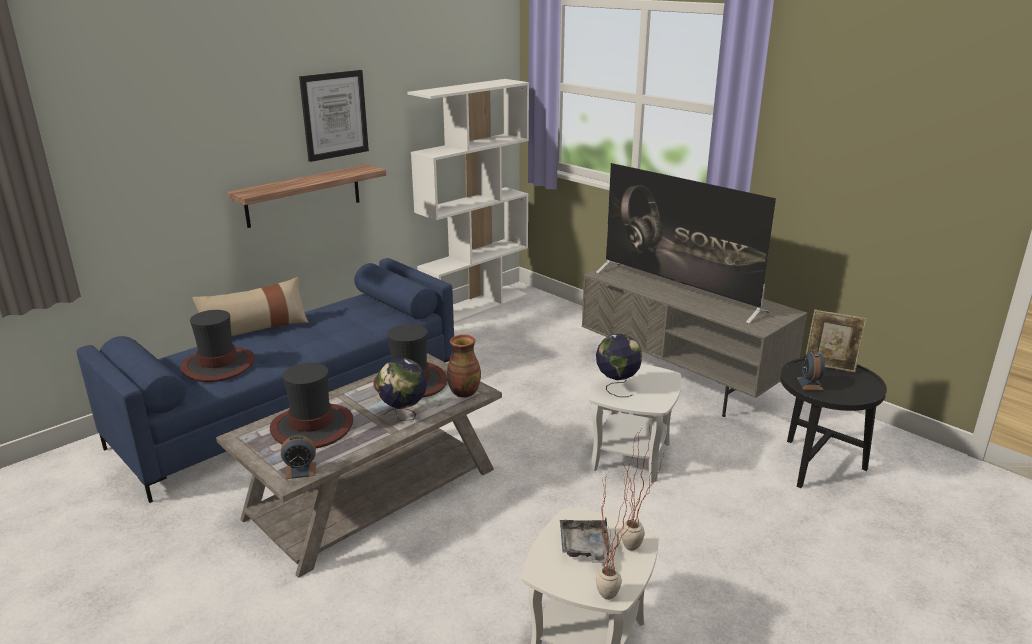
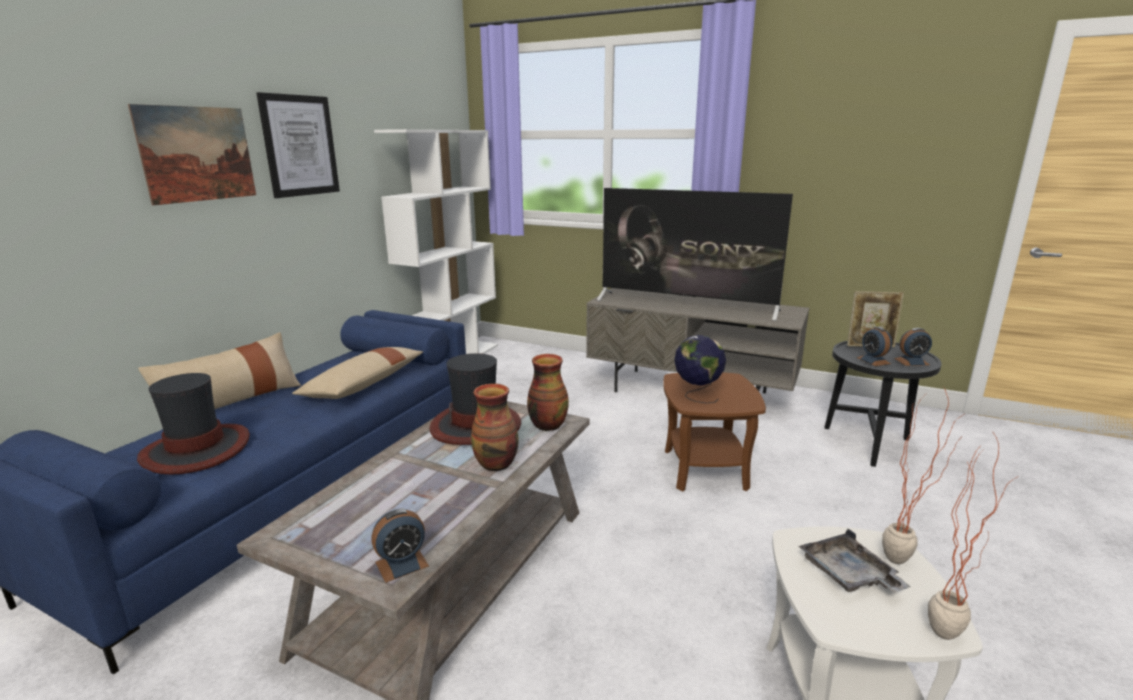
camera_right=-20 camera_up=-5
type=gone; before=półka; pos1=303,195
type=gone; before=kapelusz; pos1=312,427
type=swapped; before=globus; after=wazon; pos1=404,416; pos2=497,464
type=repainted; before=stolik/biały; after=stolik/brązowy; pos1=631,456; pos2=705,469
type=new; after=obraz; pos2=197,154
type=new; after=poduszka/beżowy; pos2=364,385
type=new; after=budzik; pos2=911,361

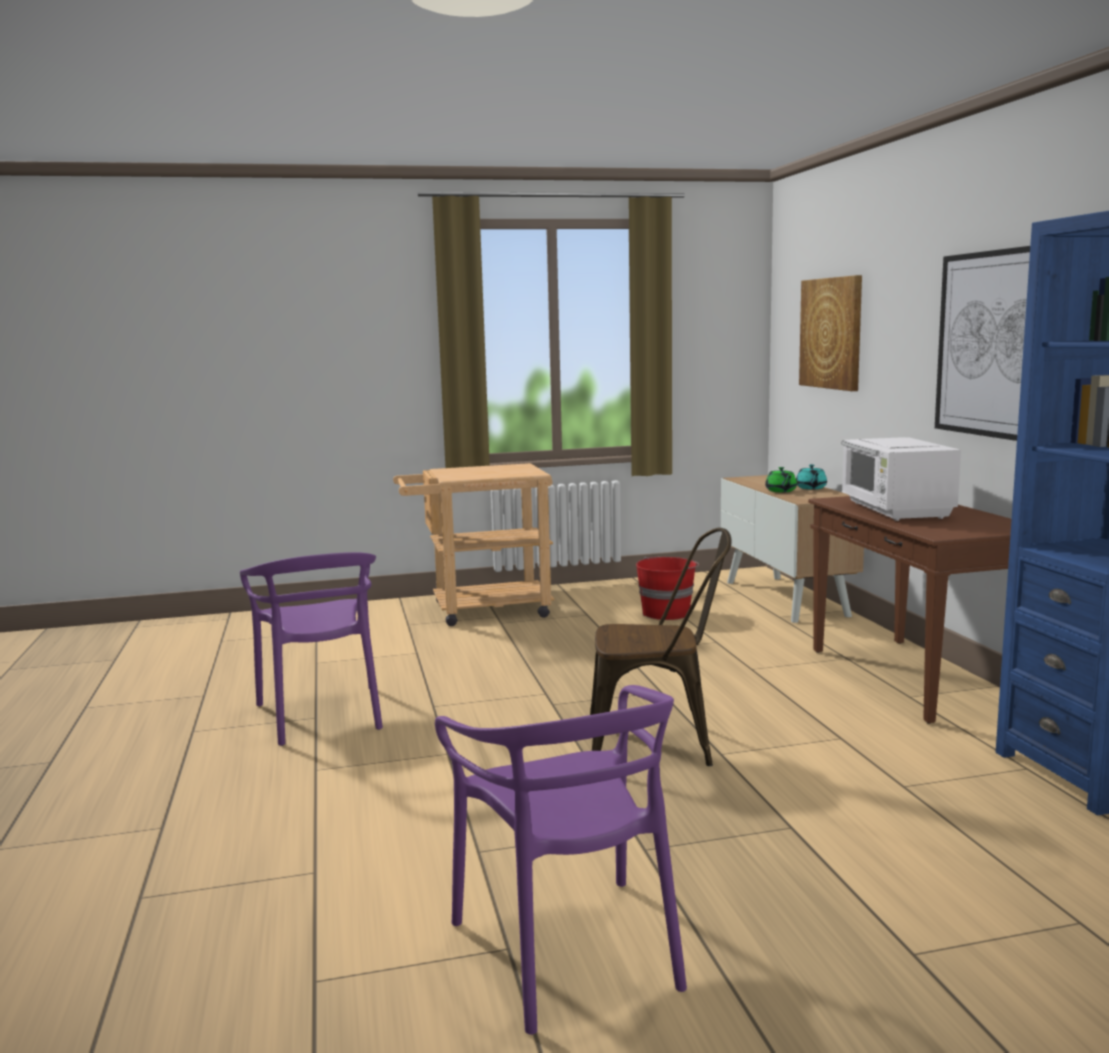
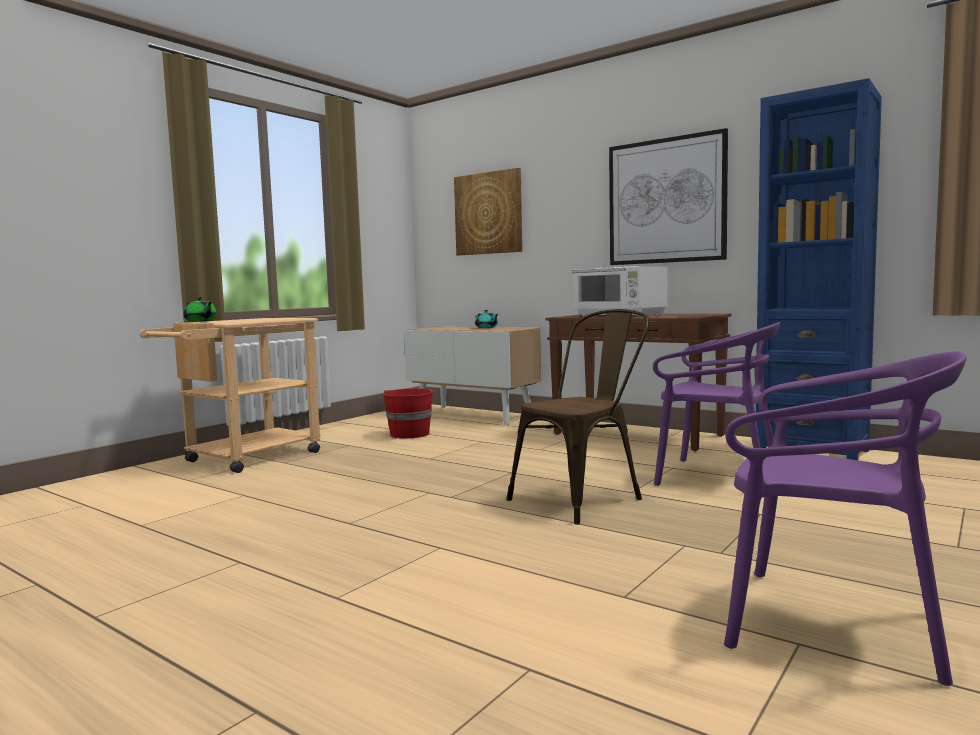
camera_right=-40 camera_up=-5
type=shifted; before=krzesło/fioletowy; pos1=323,715; pos2=716,477
type=shifted; before=imbryk/zielony; pos1=781,491; pos2=201,321

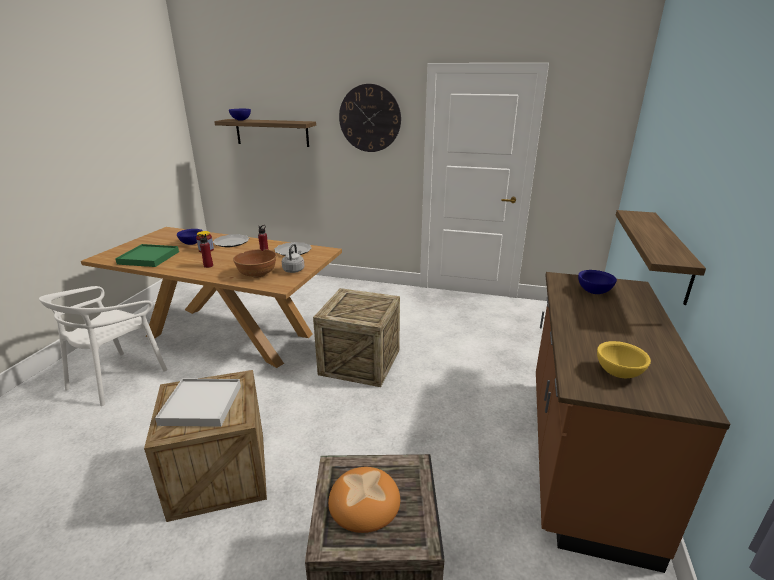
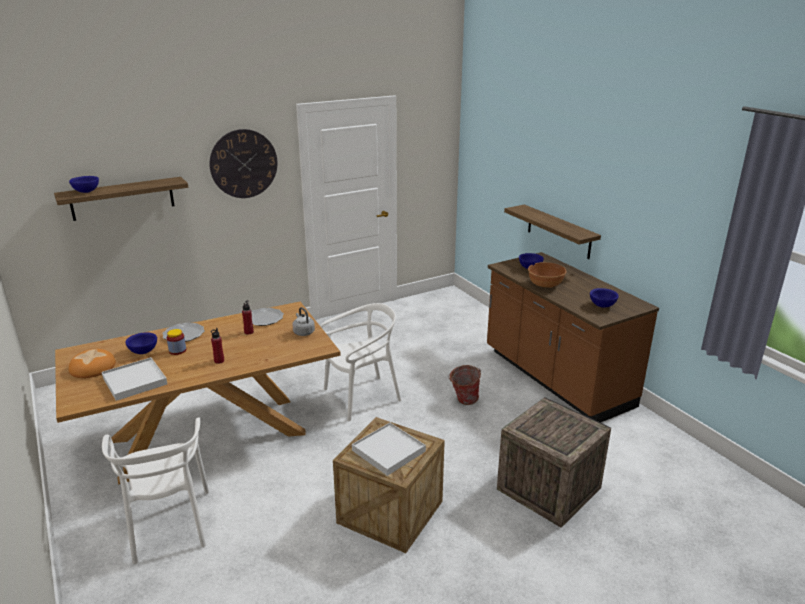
camera_right=-45 camera_up=0
type=repainted; before=taca/zielony; after=taca/biały; pos1=149,258; pos2=135,381
type=shifted; before=miska/brązowy; pos1=257,274; pos2=545,285
type=swapped; before=skrzynka; after=krzesło/biały; pos1=360,362; pos2=362,397
type=shifted; before=chleb; pos1=365,502; pos2=93,367
type=repainted; before=miska/żółty; after=miska/niebieski; pos1=617,373; pos2=602,306
type=new; after=wiadro; pos2=463,401

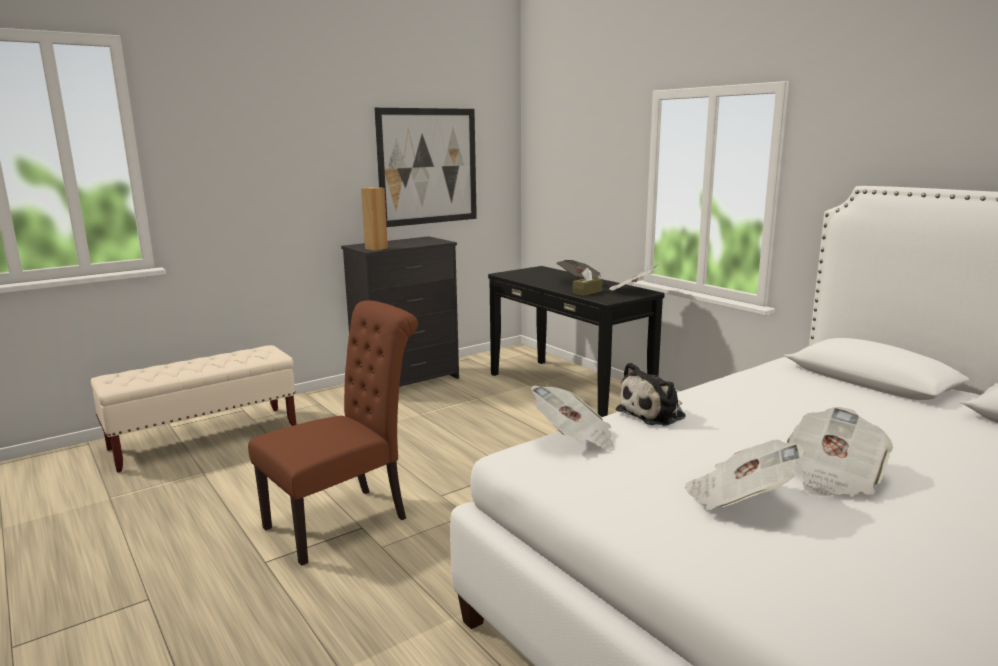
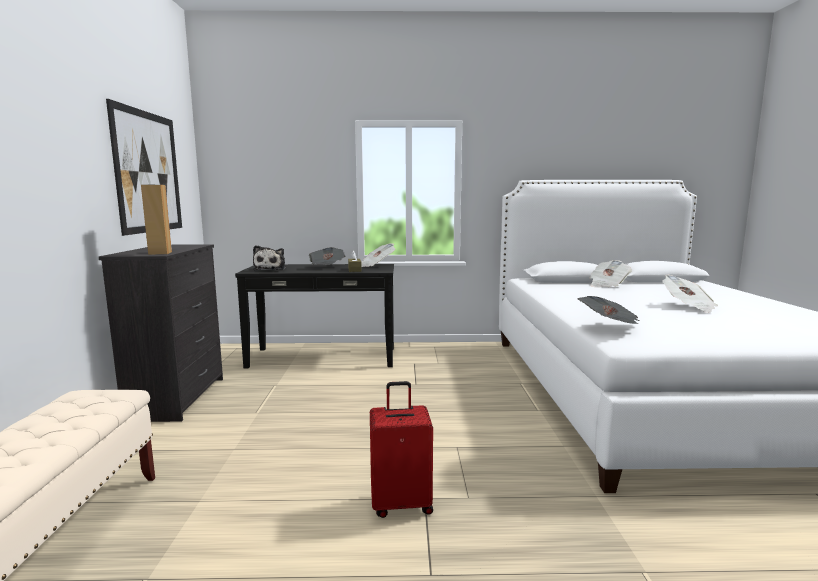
camera_right=-55 camera_up=-5
type=swapped; before=krzesło/brązowy; after=walizka/czerwony; pos1=344,520; pos2=401,503
type=shifted; before=pluszak; pos1=654,413; pos2=271,269
type=shifted; before=gazeta; pos1=738,499; pos2=607,285

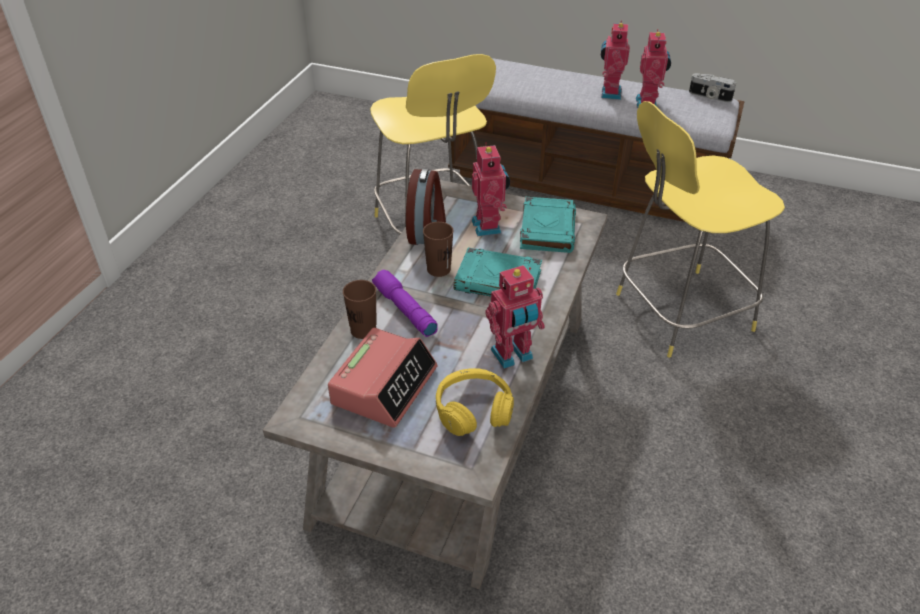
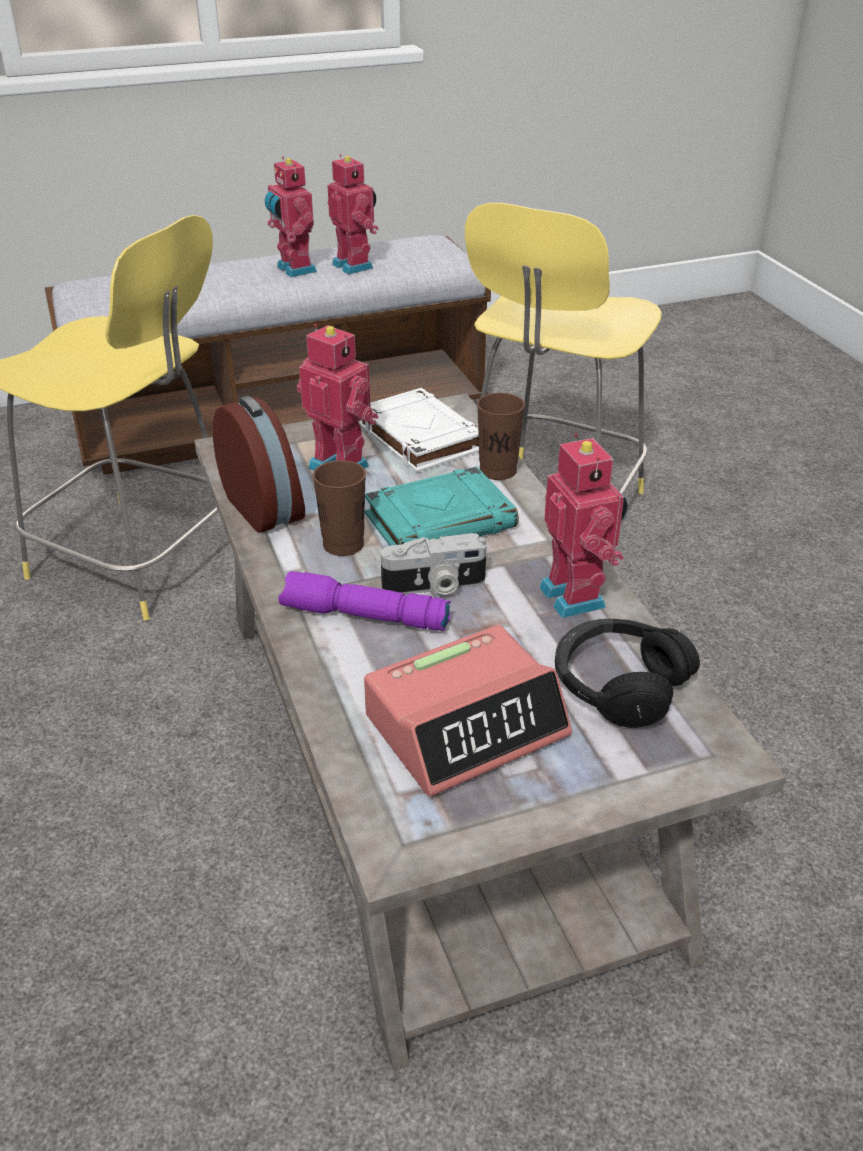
camera_right=-40 camera_up=-5
type=rotated; before=budzik; pos1=384,385; pos2=467,725; turn=75
type=shifted; before=filiżanka/brązowy; pos1=363,330; pos2=498,470
type=repainted; before=słuchawki/żółty; after=słuchawki/czarny; pos1=473,410; pos2=618,685
type=rotated; before=robot zabawkowy; pos1=513,356; pos2=576,596; turn=-45
type=repainted; before=książka/turkusowy; after=książka/biały; pos1=547,229; pos2=419,437
type=shifted; before=aparat fotograficzny; pos1=709,97; pos2=434,586

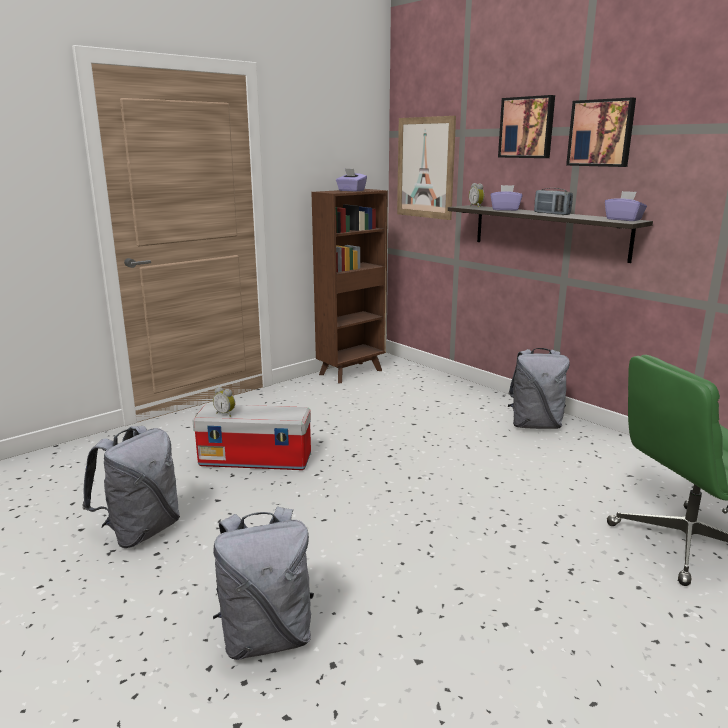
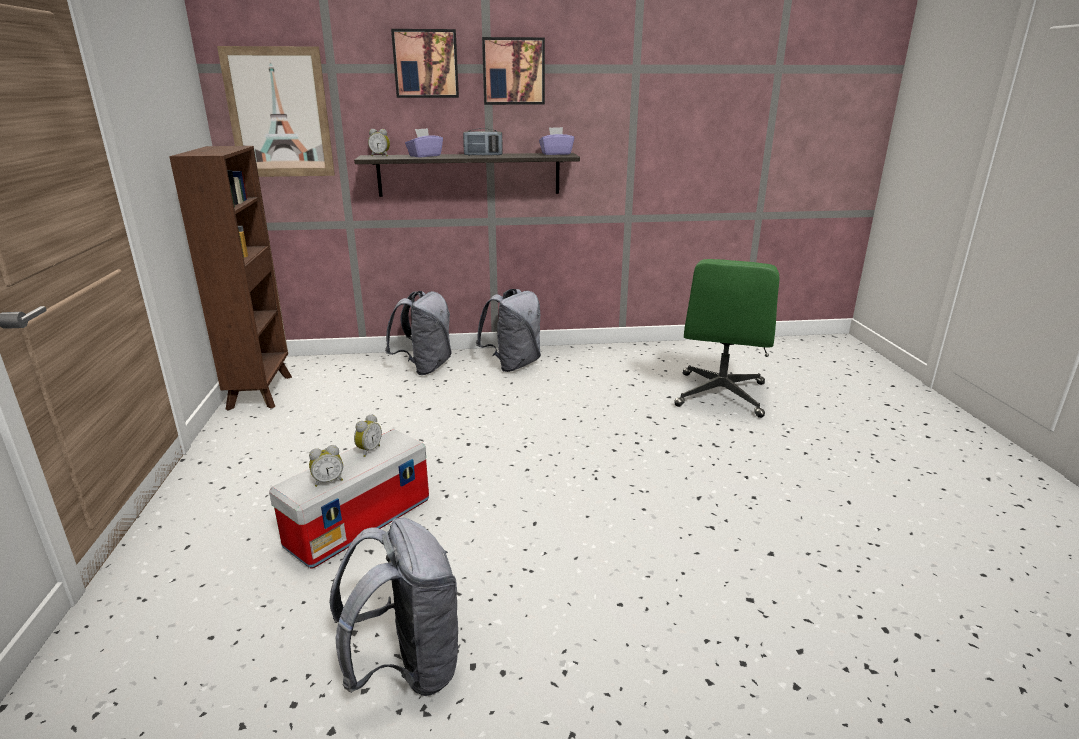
camera_right=-55 camera_up=5
type=shifted; before=plecak/szary; pos1=266,637; pos2=425,367
type=gone; before=pudełko chusteczek/fioletowy; pos1=351,191
type=new; after=budzik; pos2=368,450

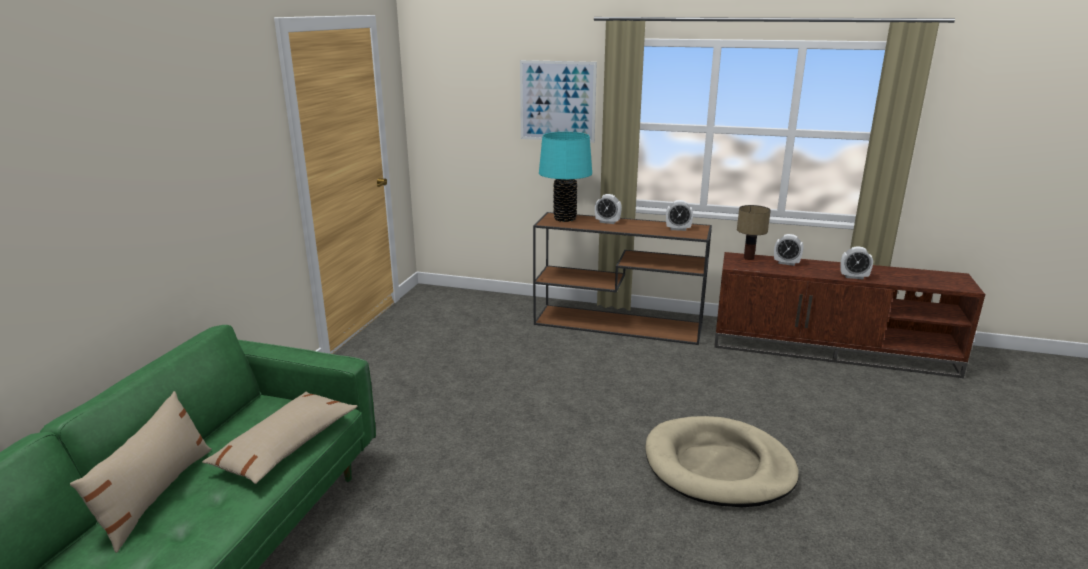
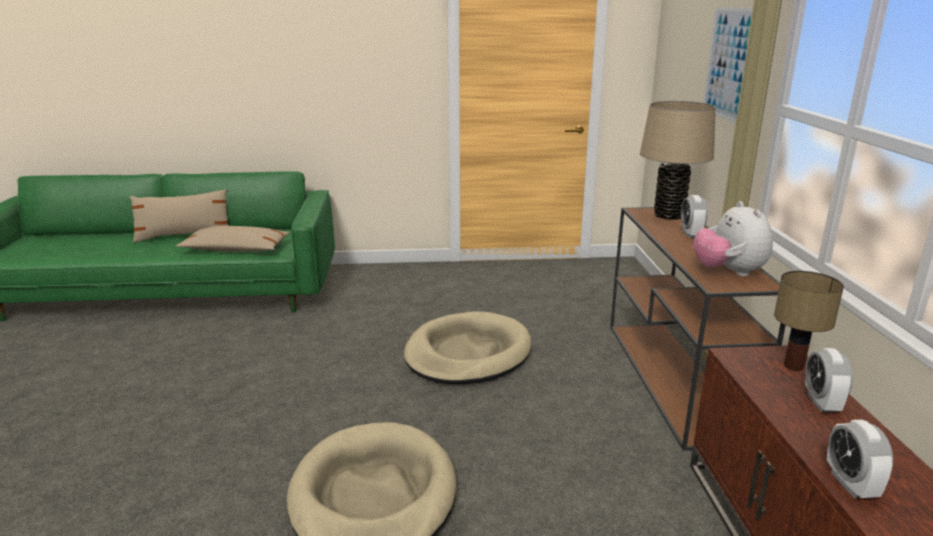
camera_right=70 camera_up=0
type=repainted; before=lampa stołowa/turkusowy; after=lampa stołowa/beżowy; pos1=565,218; pos2=669,216
type=swapped; before=budzik; after=pluszak; pos1=678,229; pos2=728,272
type=new; after=legowisko/beżowy; pos2=467,354

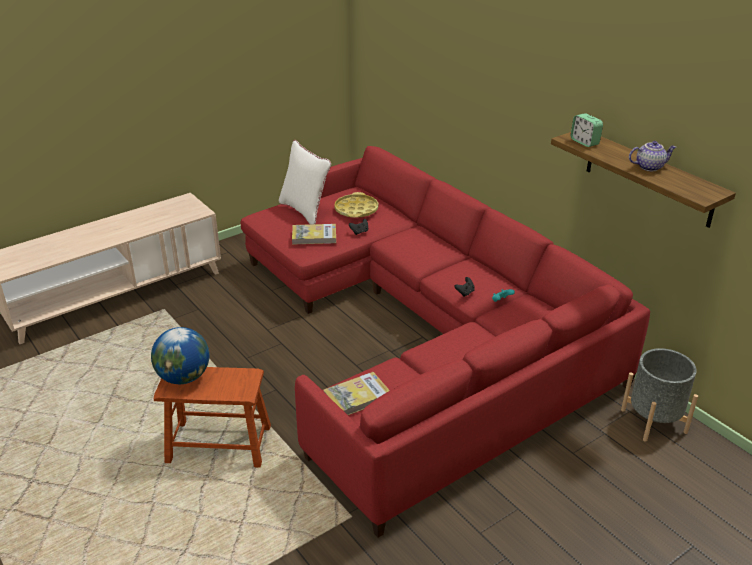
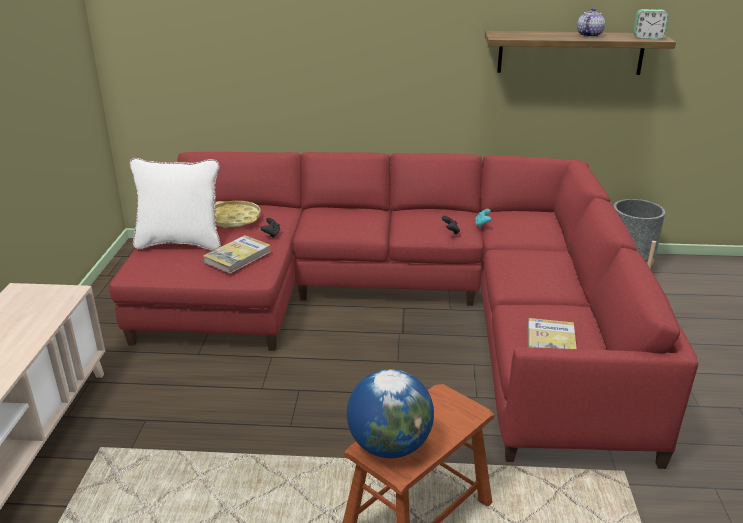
camera_right=-50 camera_up=-5
type=shifted; before=budzik; pos1=584,142; pos2=648,37

